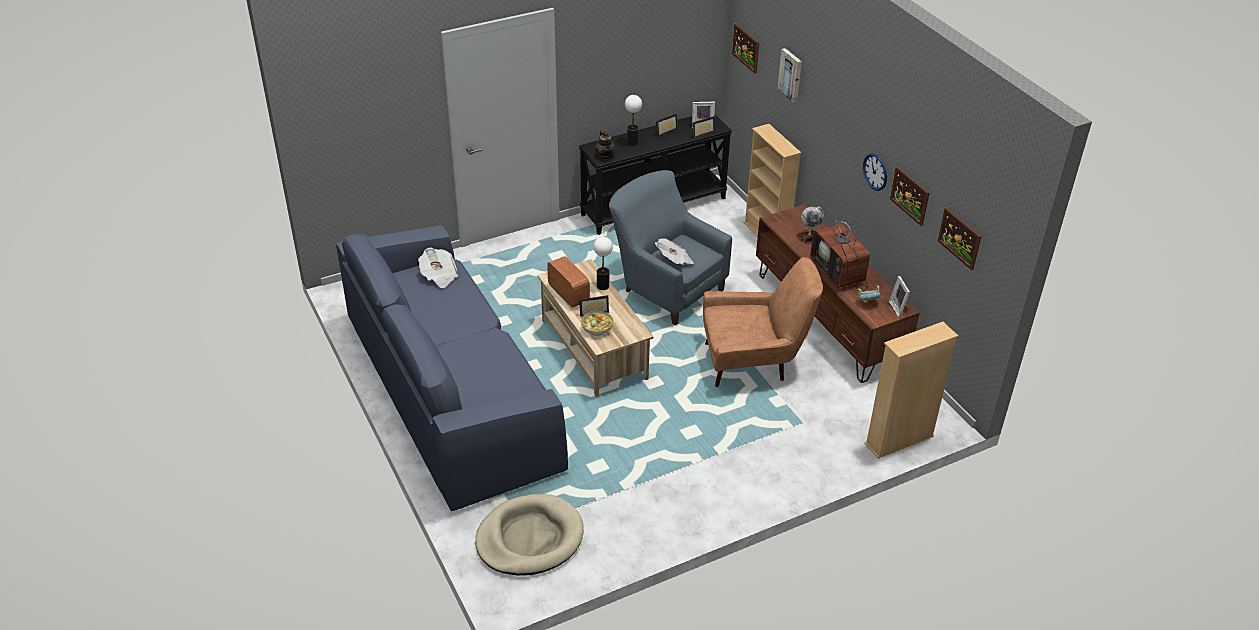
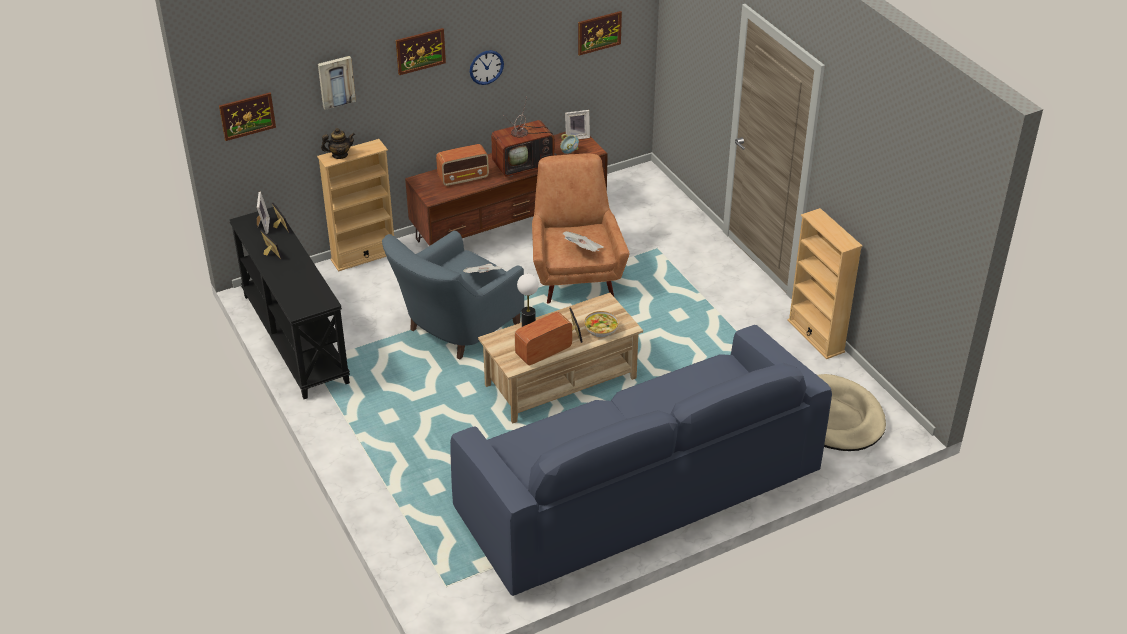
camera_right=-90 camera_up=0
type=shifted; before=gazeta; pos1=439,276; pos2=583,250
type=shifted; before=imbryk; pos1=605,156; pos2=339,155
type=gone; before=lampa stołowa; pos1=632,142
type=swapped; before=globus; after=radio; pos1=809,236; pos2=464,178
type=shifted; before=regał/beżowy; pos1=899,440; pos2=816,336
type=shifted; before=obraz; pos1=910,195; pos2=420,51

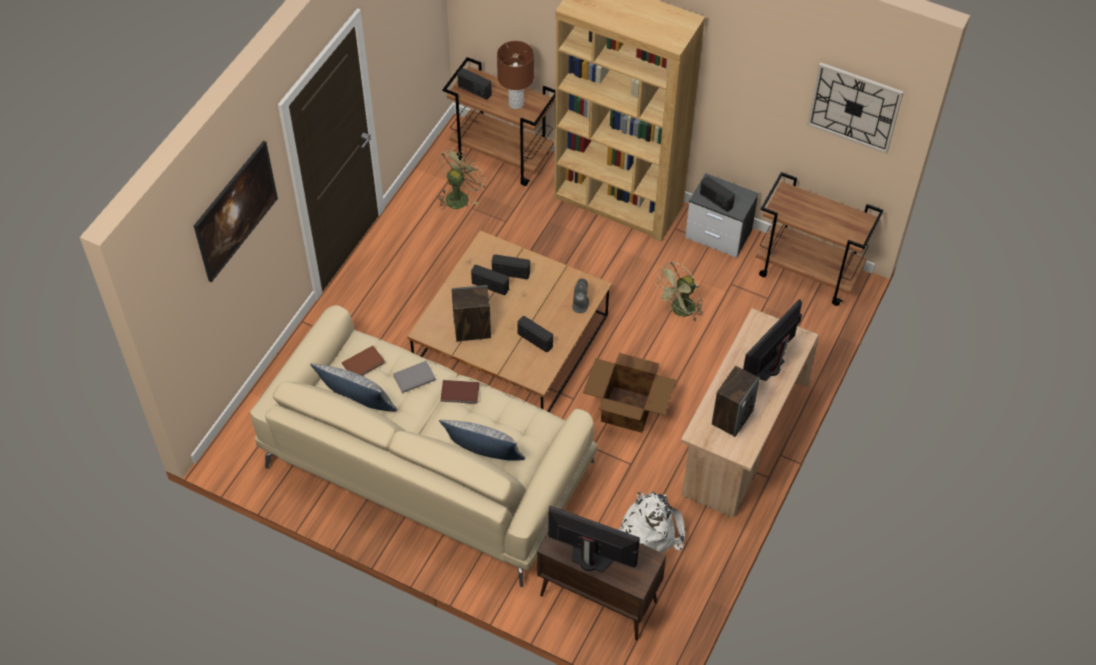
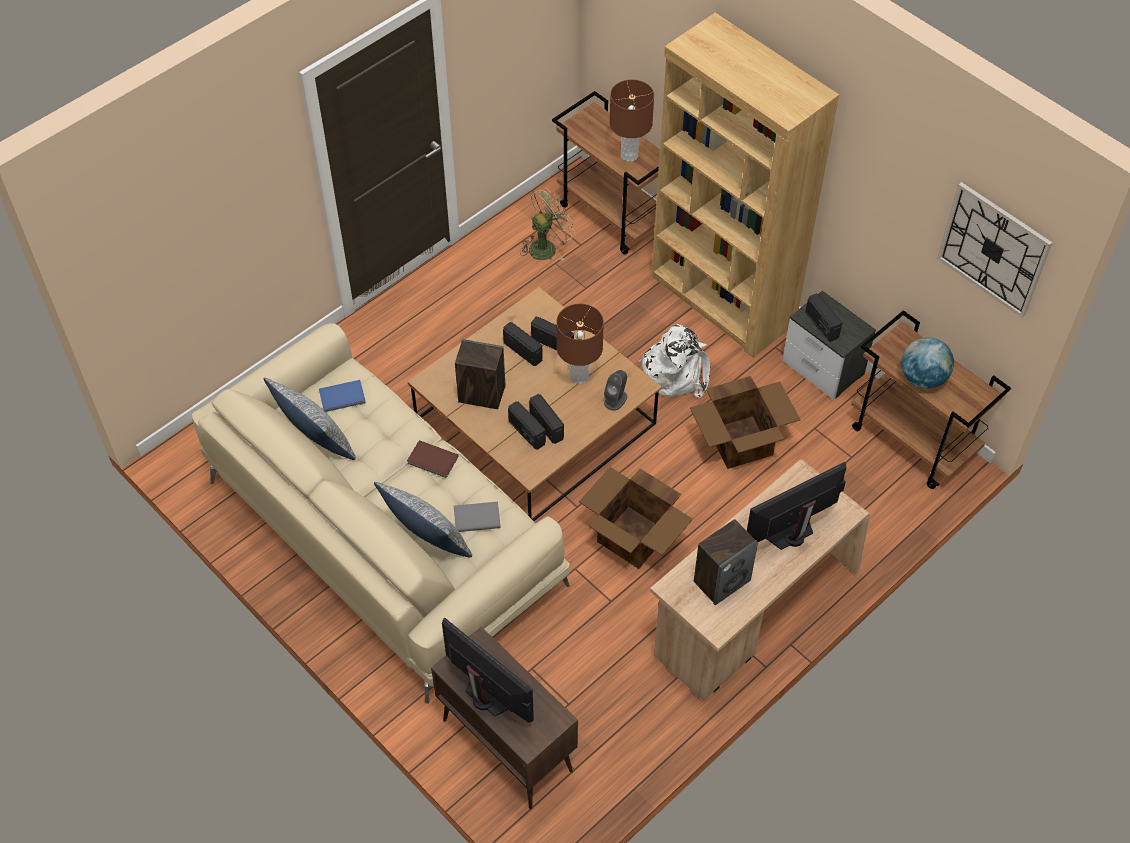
camera_right=20 camera_up=0
type=gone; before=obraz; pos1=239,225
type=repainted; before=książka/brązowy; after=książka/niebieski; pos1=364,364; pos2=343,397
type=shifted; before=książka/szary; pos1=413,377; pos2=476,517
type=shifted; before=radio; pos1=474,90; pos2=526,432
type=shifted; before=plecak/biały; pos1=650,530; pos2=676,371
type=swapped; before=wentylator/zielony; after=karton; pos1=679,311; pos2=741,442
type=new; after=lampa stołowa/brązowy; pos2=579,376
type=new; after=globus; pos2=922,378

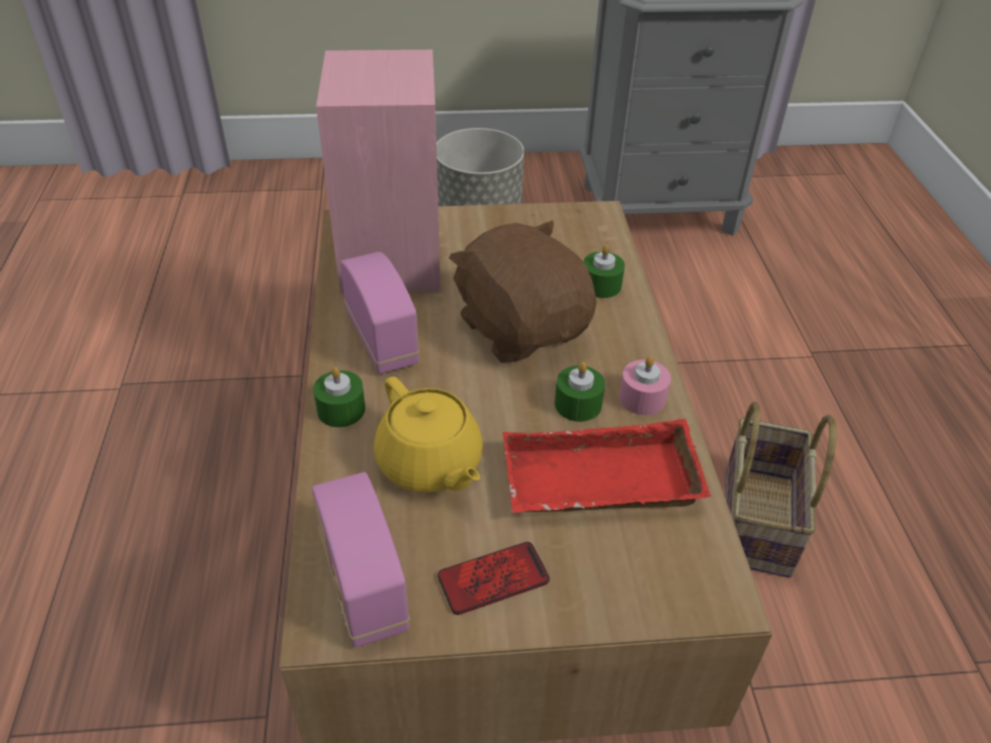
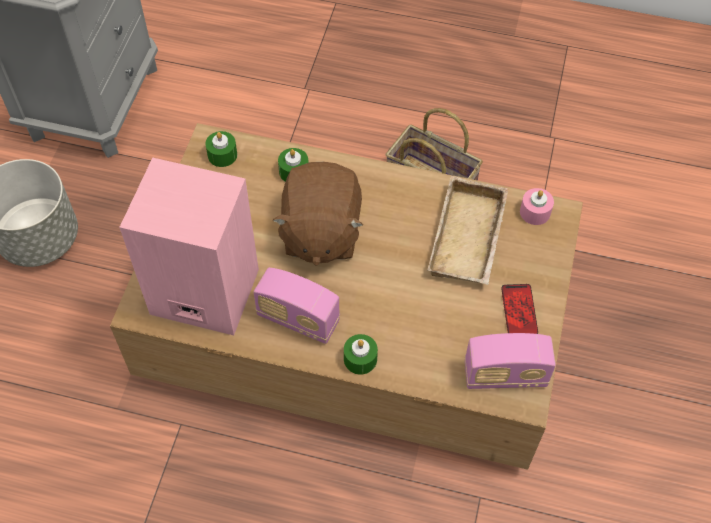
camera_right=-70 camera_up=15
type=rotated; before=radio; pos1=382,339; pos2=298,319; turn=-150
type=gone; before=imbryk/żółty; pos1=430,464
type=rotated; before=pluszak/brązowy; pos1=522,328; pos2=320,232; turn=-75
type=repainted; before=taca/czerwony; after=taca/beżowy; pos1=598,485; pos2=470,239
type=shifted; before=świeca/zielony; pos1=578,404; pos2=222,155
type=shifted; before=świeca/różowy; pos1=642,398; pos2=535,212

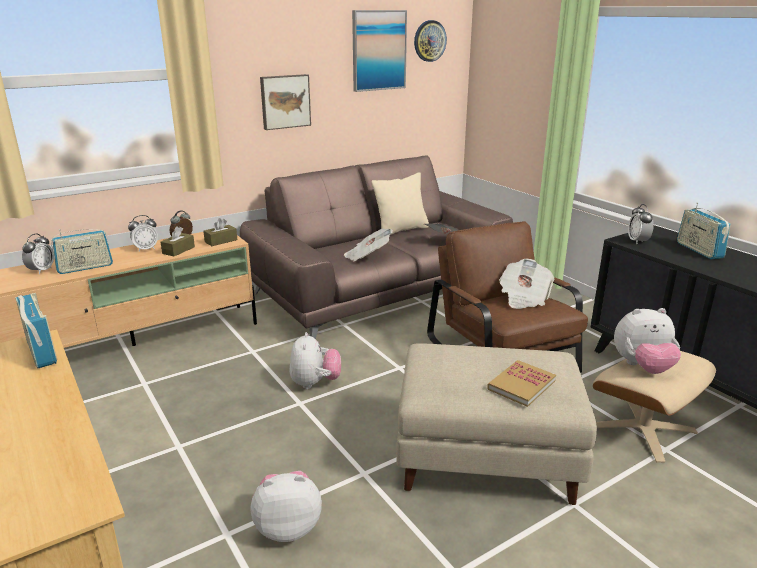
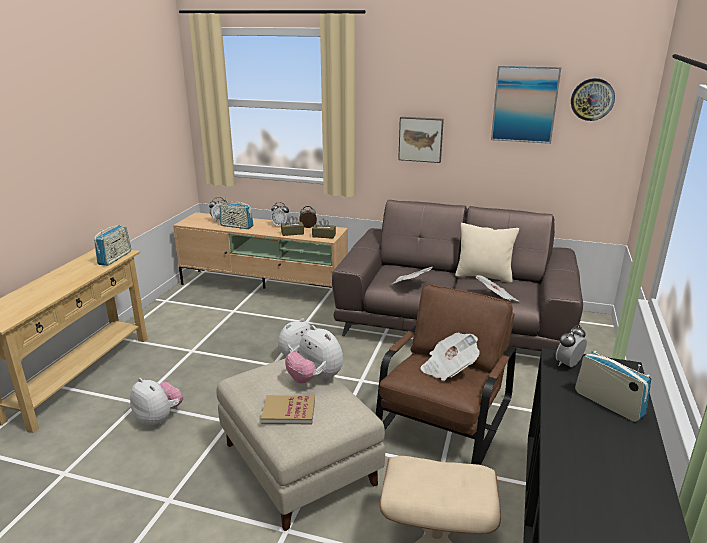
camera_right=50 camera_up=0
type=shifted; before=pluszak; pos1=642,367; pos2=315,379
type=rotated; before=radio; pos1=699,250; pos2=608,403; turn=105

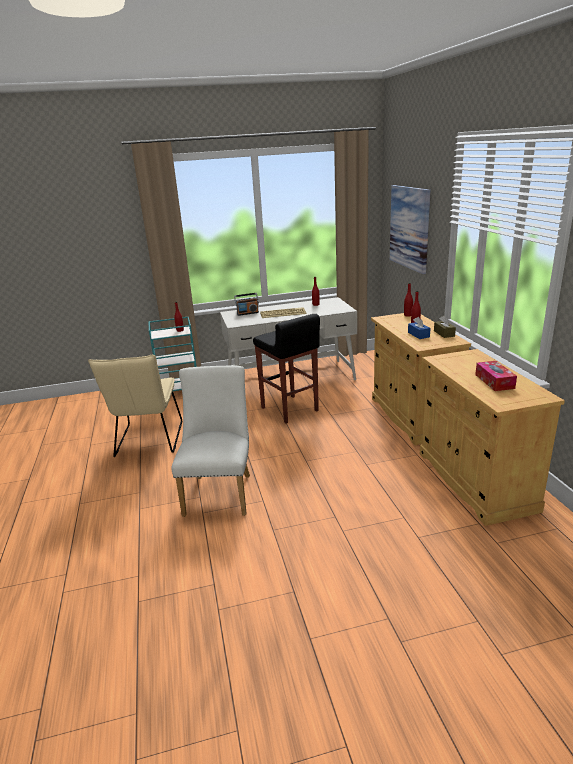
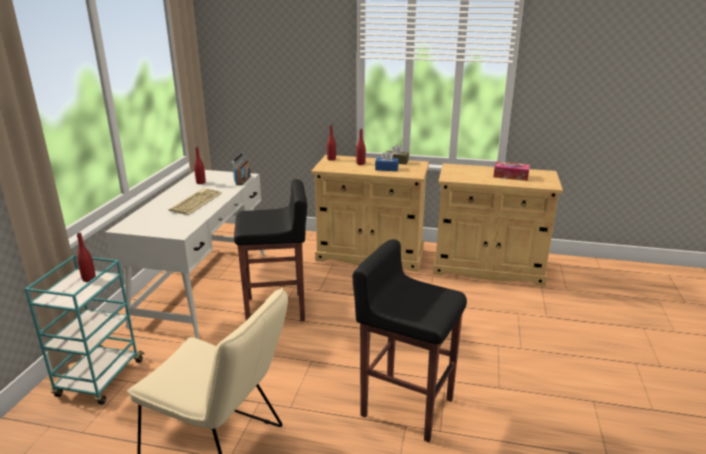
camera_right=-65 camera_up=0
type=swapped; before=krzesło/biały; after=stołek/czarny; pos1=220,491; pos2=406,406
type=shifted; before=radio; pos1=247,313; pos2=242,180
type=gone; before=obraz; pos1=409,227

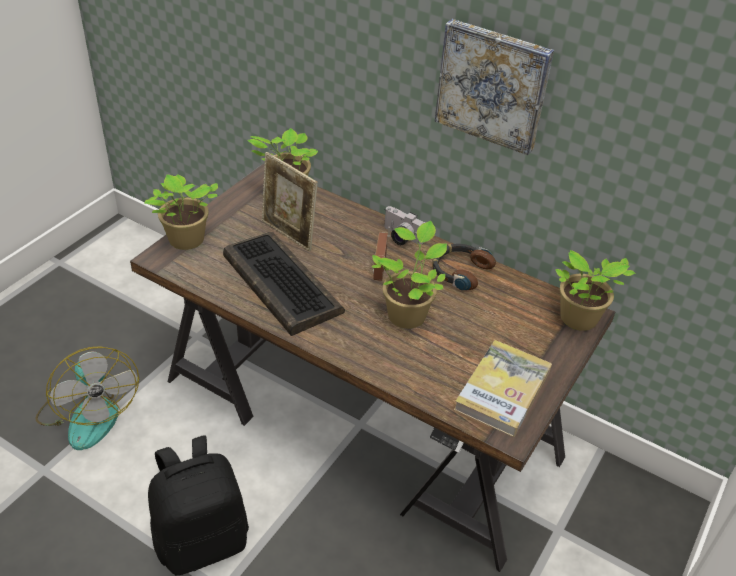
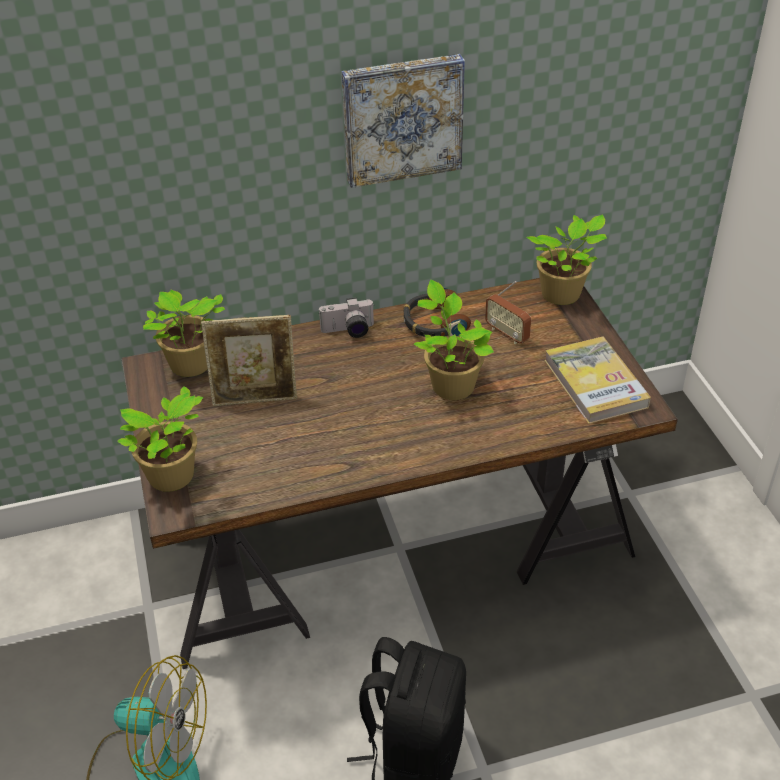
camera_right=-45 camera_up=0
type=gone; before=klawiatura; pos1=280,283
type=shifted; before=radio; pos1=380,269; pos2=507,334

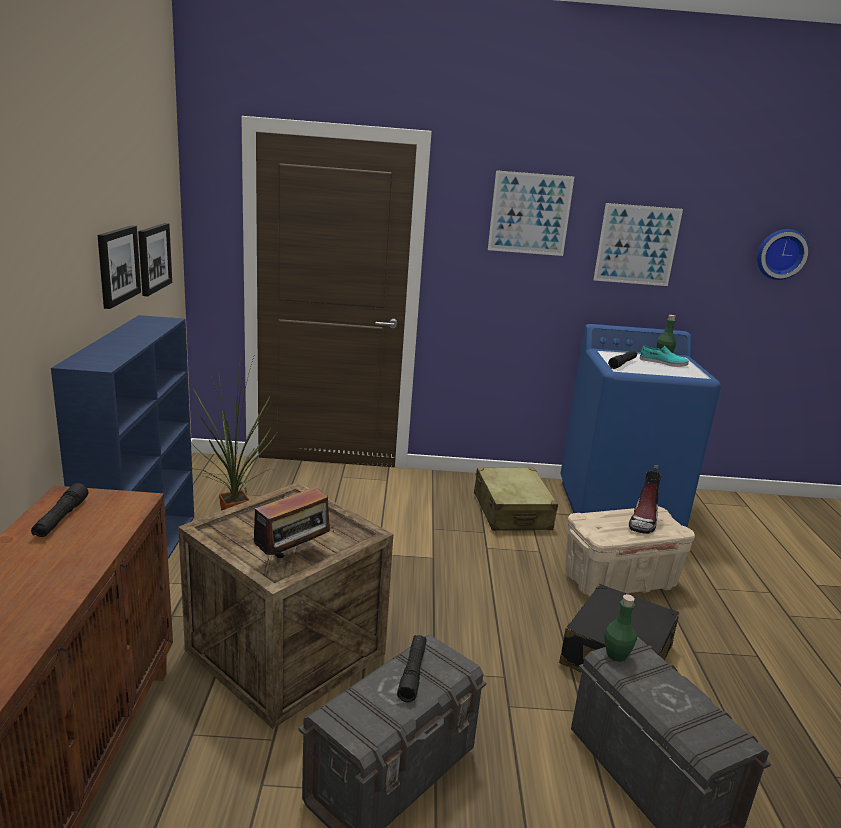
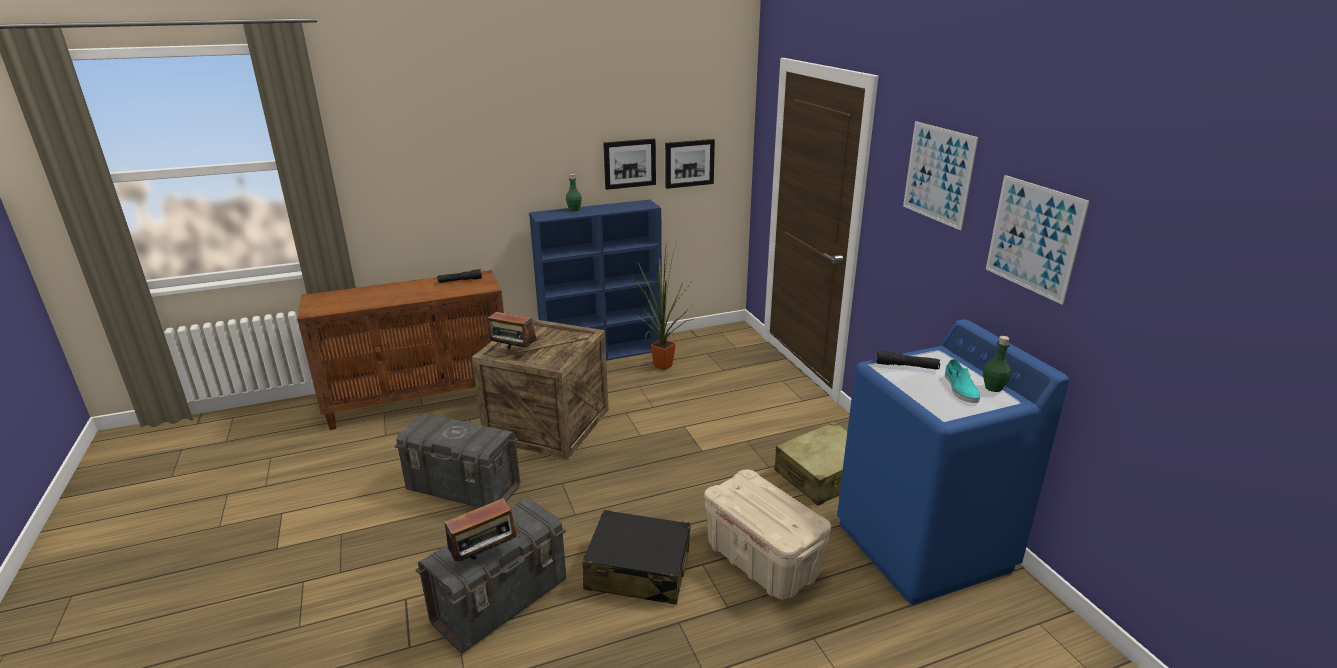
camera_right=70 camera_up=5
type=gone; before=latarka/czarny; pos1=412,673
type=shifted; before=butelka/zielony; pos1=616,655; pos2=574,210
type=gone; before=but z cholewką; pos1=643,521
type=gone; before=zegar ścienny; pos1=780,254
type=new; after=radio; pos2=486,557

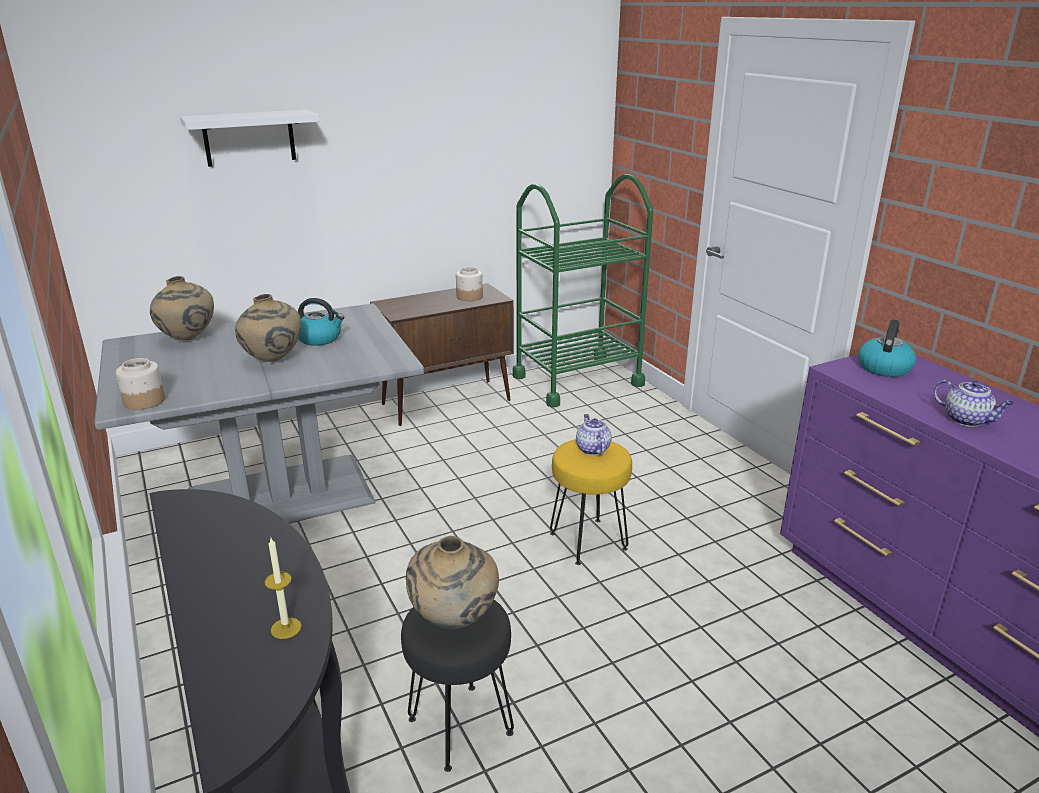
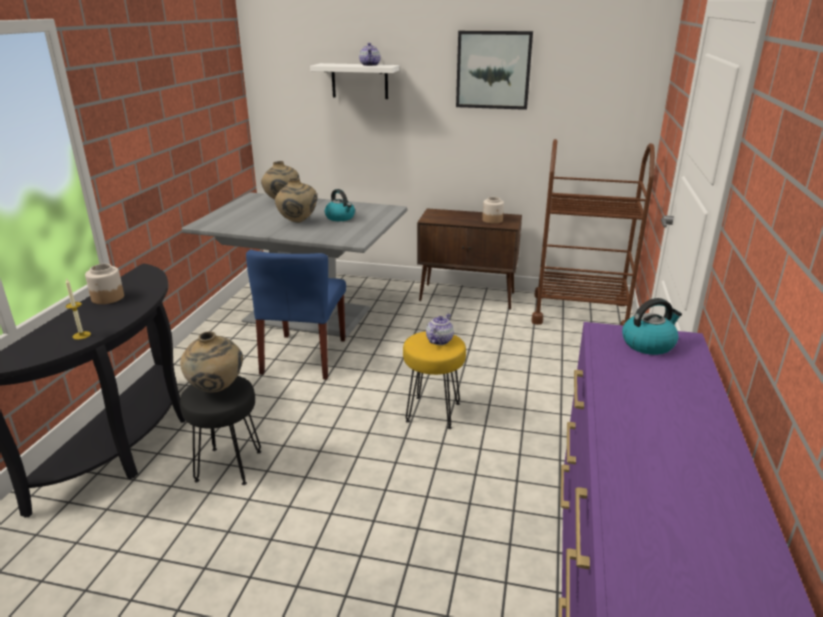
camera_right=40 camera_up=0
type=shifted; before=słoik; pos1=143,401; pos2=107,298
type=repainted; before=wózek/zielony; after=wózek/brązowy; pos1=577,380; pos2=579,313
type=shifted; before=imbryk; pos1=967,420; pos2=370,65
type=new; after=krzesło/niebieski; pos2=304,356
type=new; after=obraz; pos2=493,70

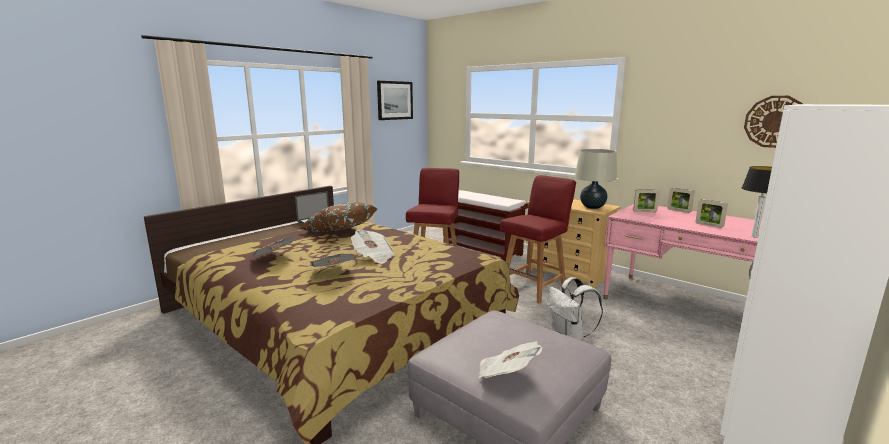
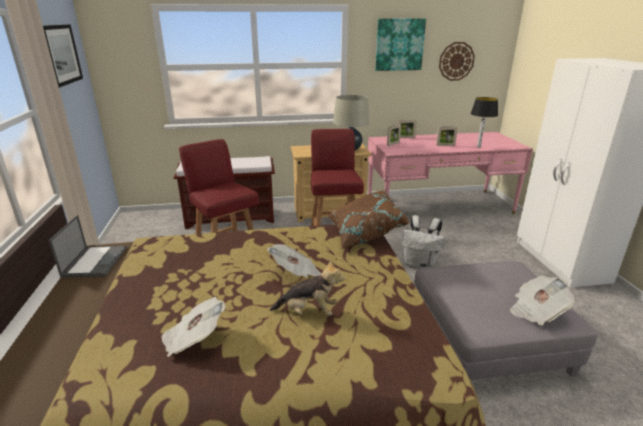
camera_right=-50 camera_up=10
type=shifted; before=poduszka/brązowy; pos1=338,231; pos2=364,233
type=swapped; before=gazeta; after=pluszak; pos1=333,272; pos2=308,312
type=new; after=obraz; pos2=399,44

